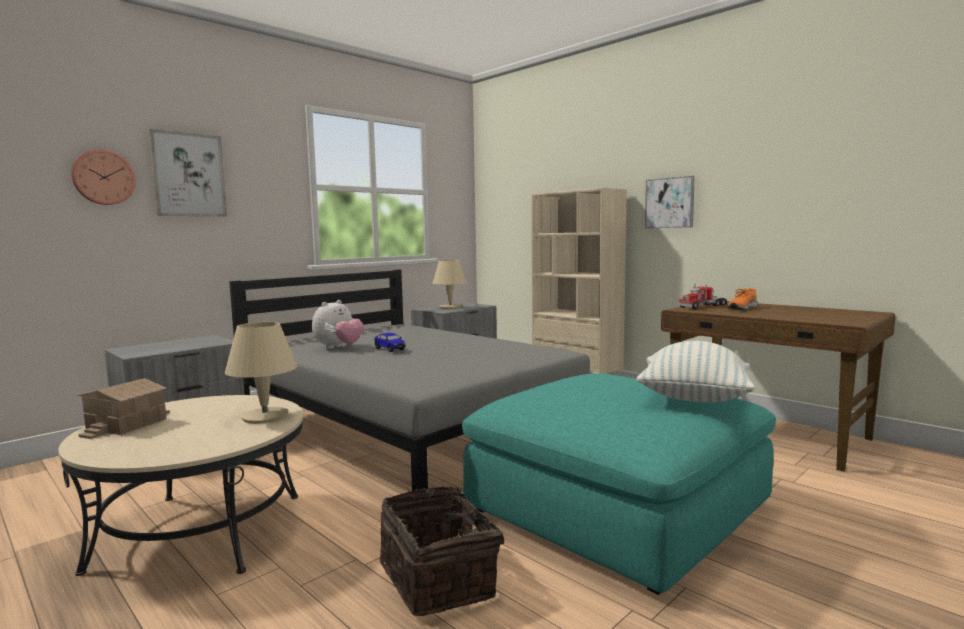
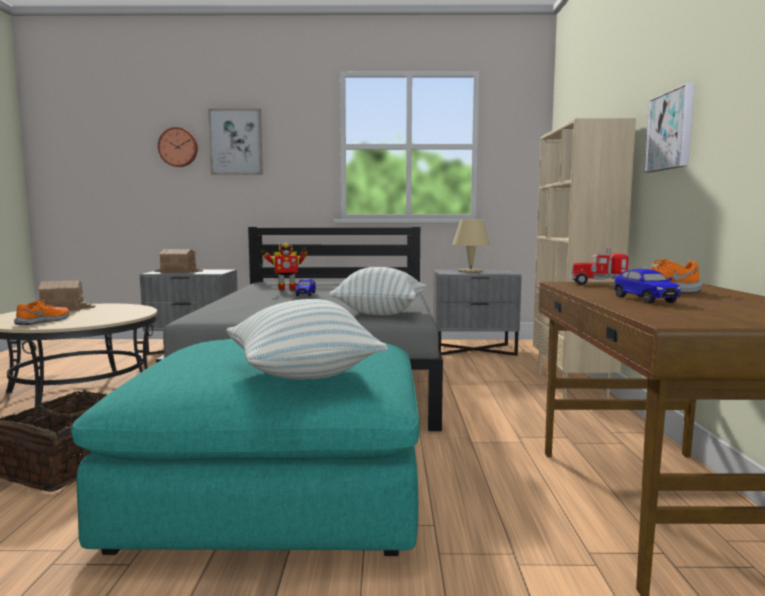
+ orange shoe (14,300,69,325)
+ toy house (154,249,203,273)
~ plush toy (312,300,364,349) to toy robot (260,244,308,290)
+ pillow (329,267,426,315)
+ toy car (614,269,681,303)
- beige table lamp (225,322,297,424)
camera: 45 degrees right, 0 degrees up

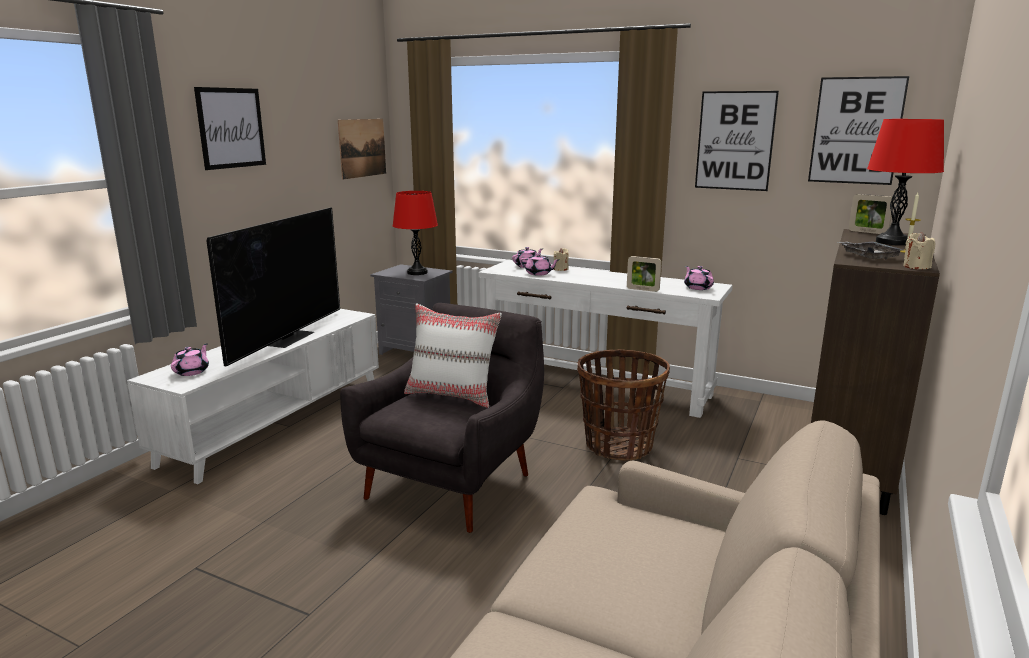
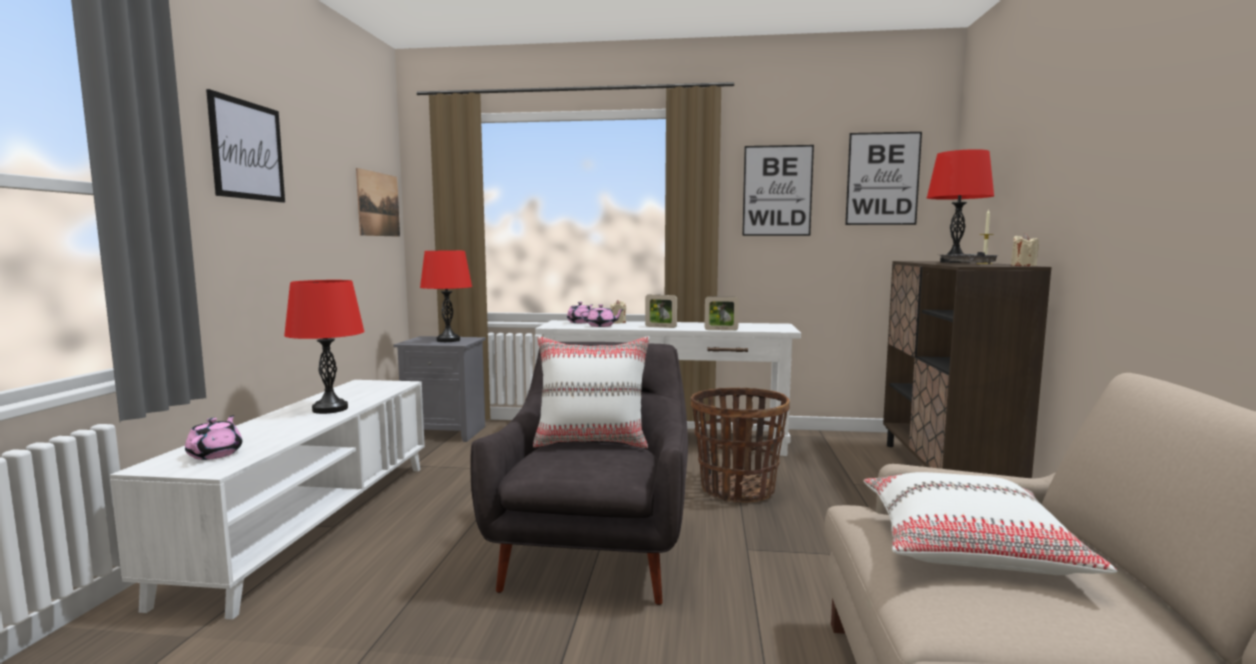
~ television (207,207,340,366) to red table lamp (284,280,365,414)
~ picture frame (849,194,894,234) to (645,295,677,328)
+ white pillow (863,472,1117,575)
- pink teapot (684,266,714,290)
camera: 20 degrees left, 10 degrees down

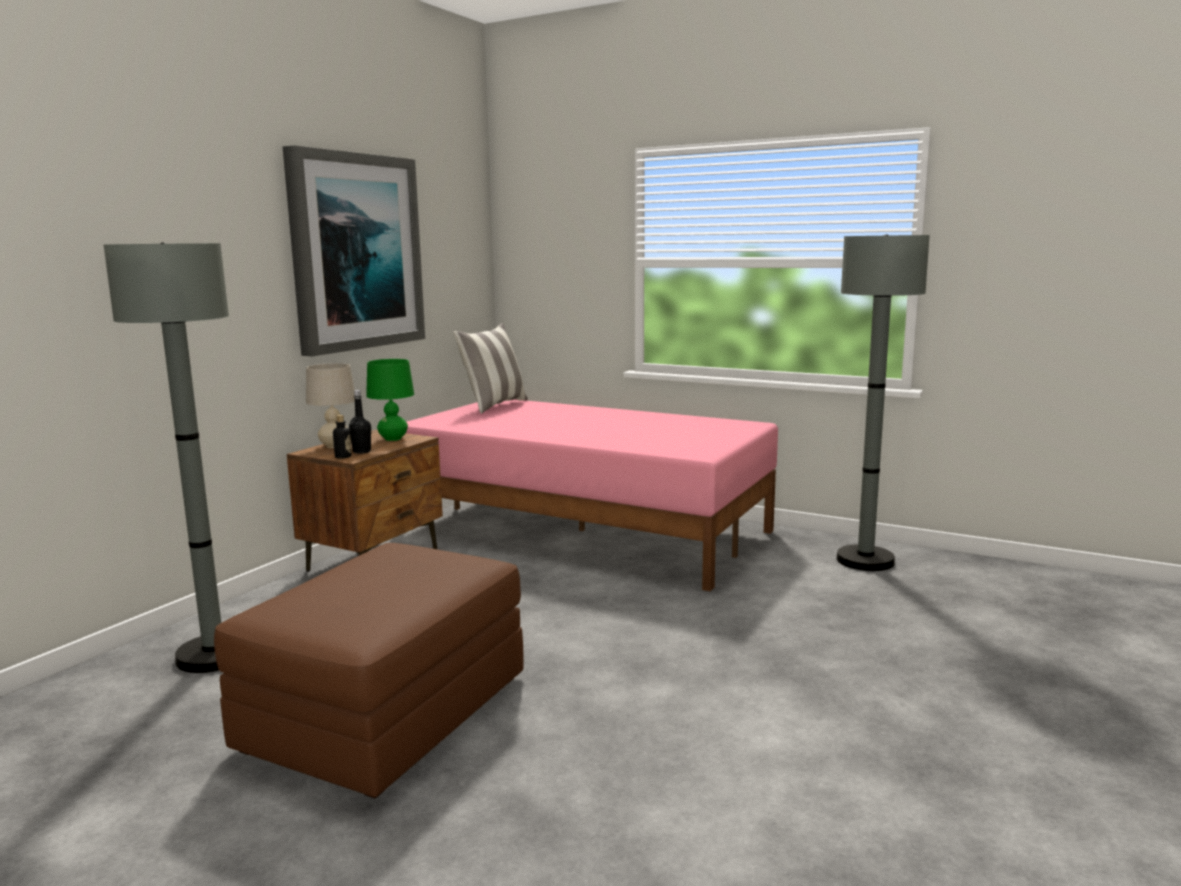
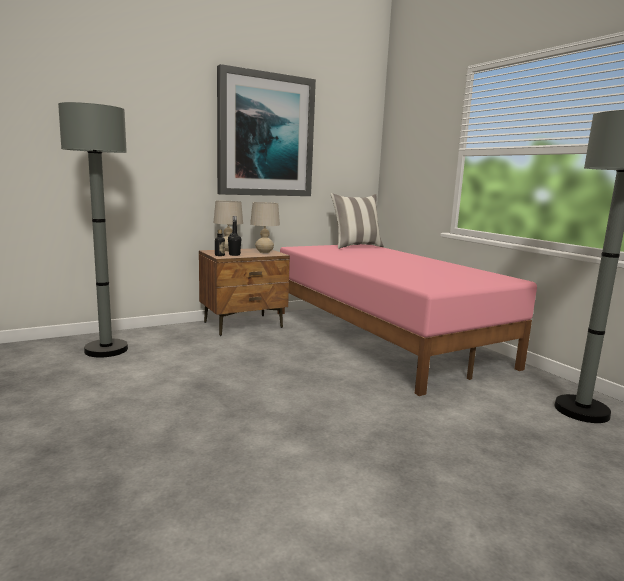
~ green table lamp (366,359,414,441) to beige table lamp (250,202,280,253)
- brown ottoman (214,543,524,798)
camera: 30 degrees right, 0 degrees up

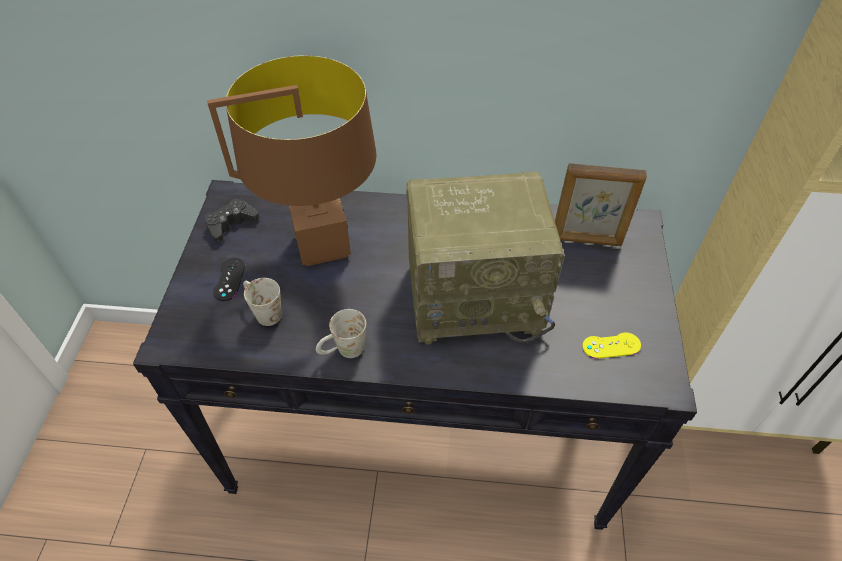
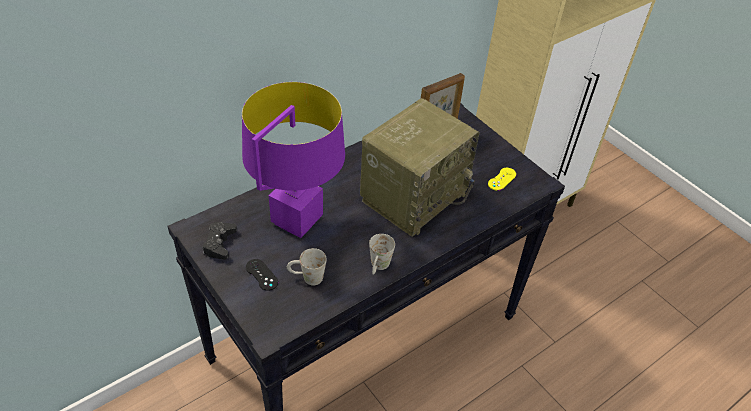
~ brown table lamp (207,55,376,266) to purple table lamp (242,82,345,238)
camera: 45 degrees left, 5 degrees down

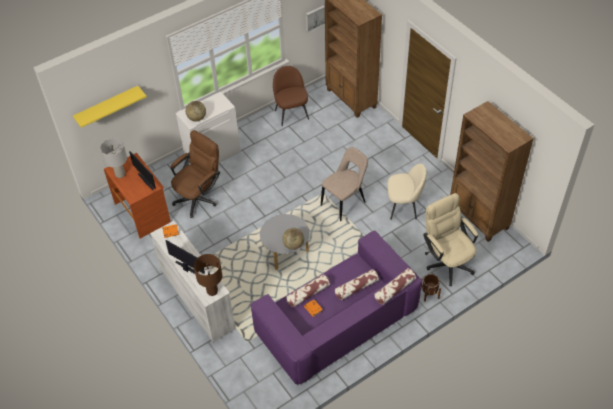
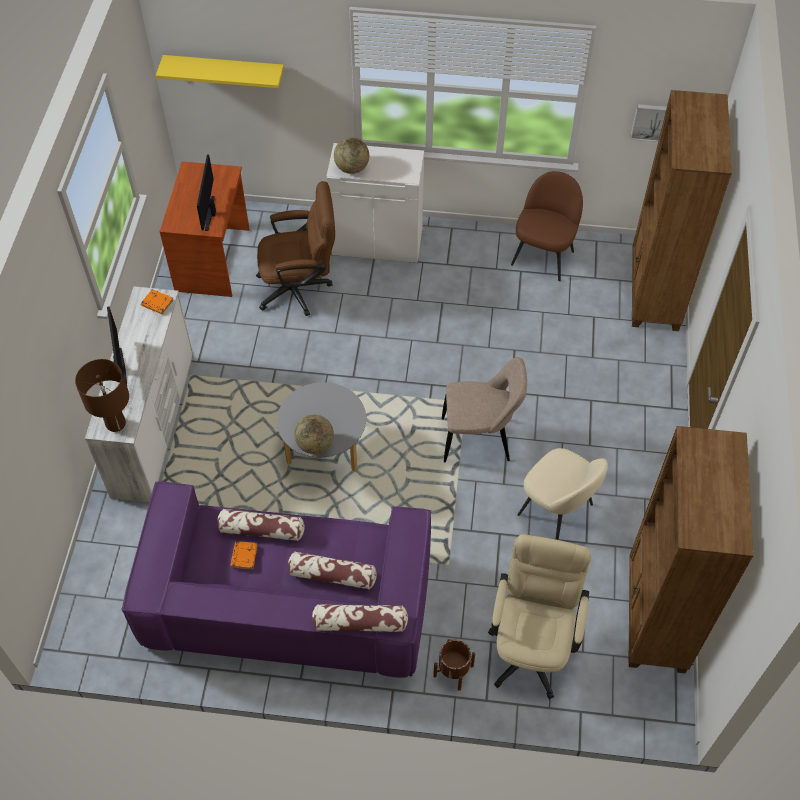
- grey table lamp (100,138,127,178)
camera: 40 degrees right, 5 degrees up

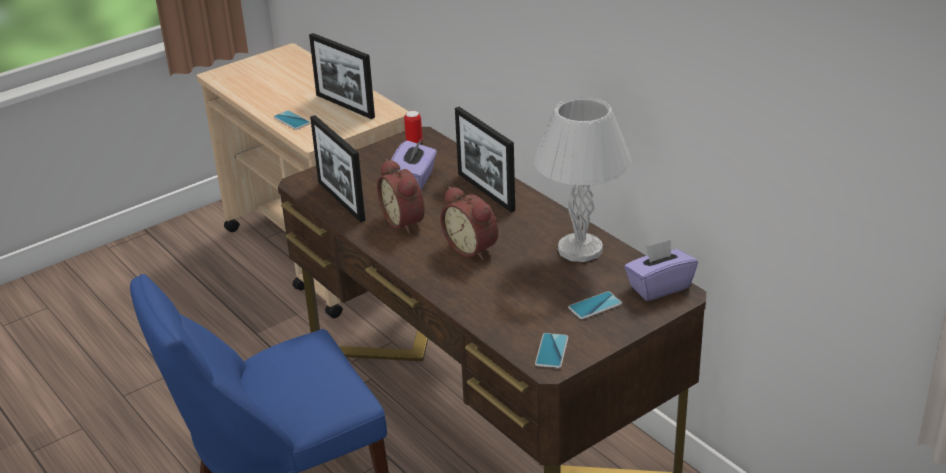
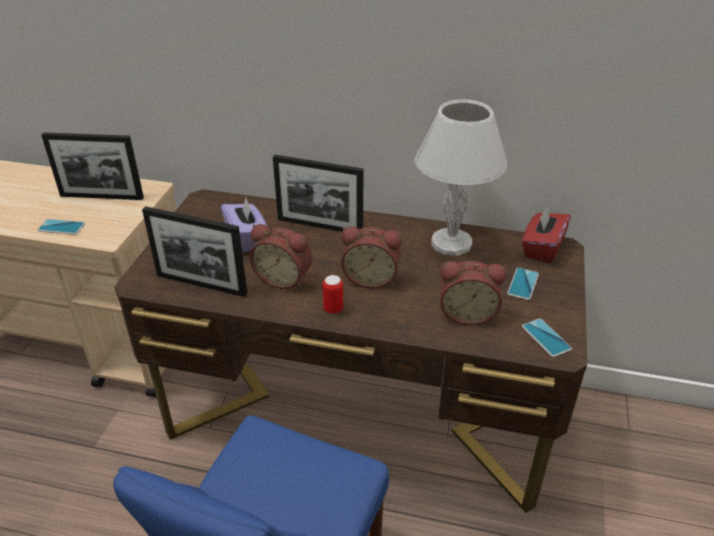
~ can (404,111,423,144) to (322,275,343,314)
+ alarm clock (440,261,506,325)
~ purple tissue box (624,240,698,301) to red tissue box (522,206,571,264)
camera: 40 degrees left, 5 degrees up

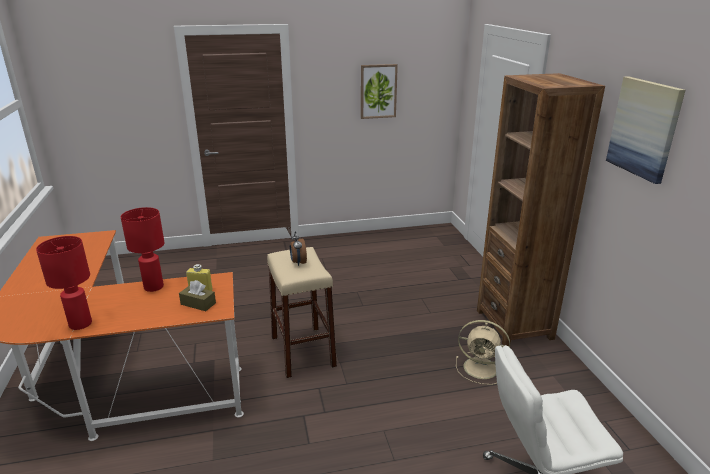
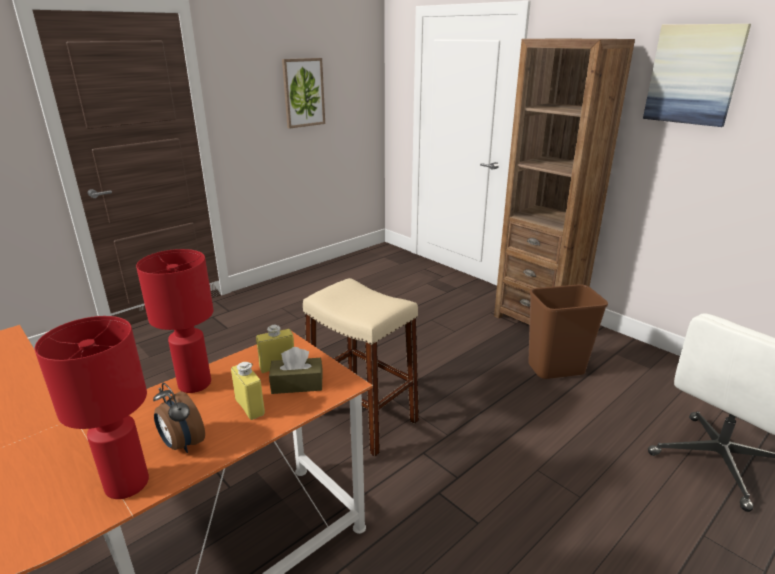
~ alarm clock (290,232,307,266) to (153,383,205,453)
+ yellow bottle (231,362,265,420)
~ beige fan (456,320,510,385) to brown trash can (528,284,608,379)
camera: 30 degrees left, 0 degrees up

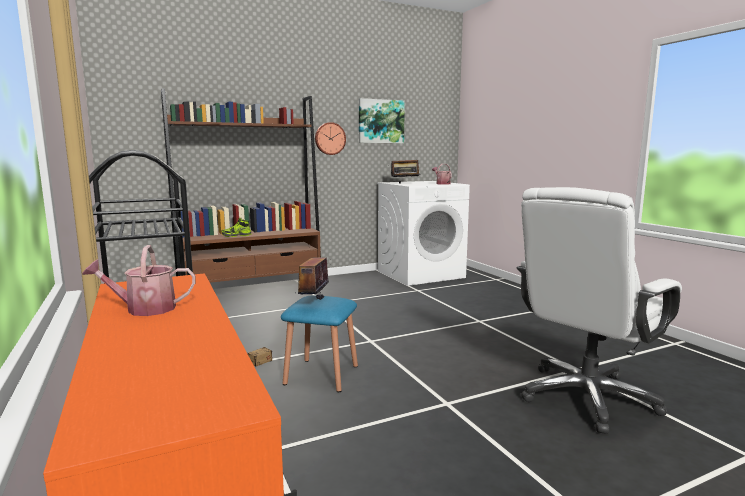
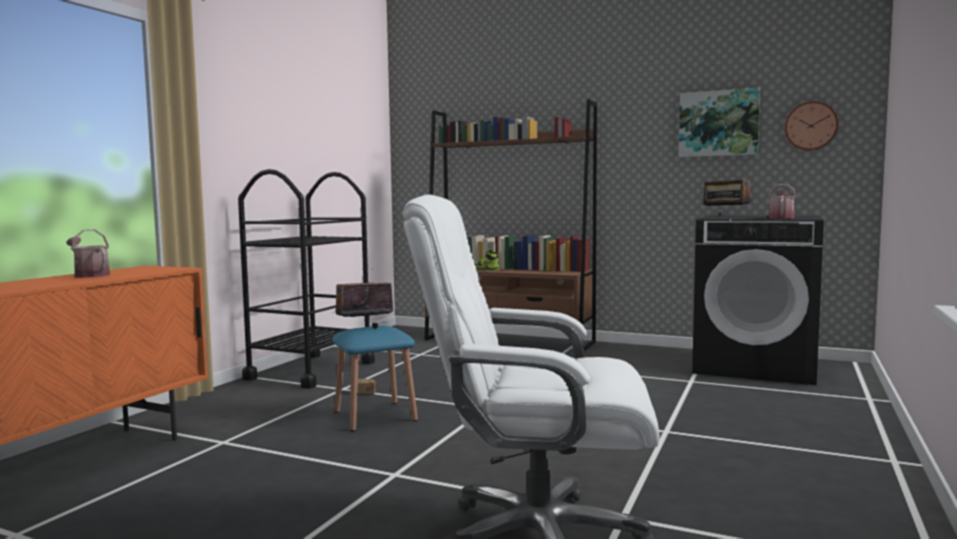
~ white washing machine (377,181,470,286) to black washing machine (692,215,824,385)
~ wall clock (315,122,346,155) to (784,101,839,151)
camera: 50 degrees right, 5 degrees down

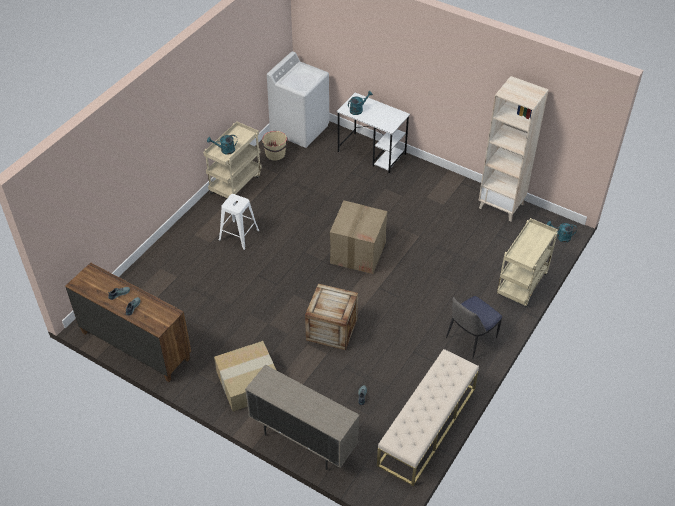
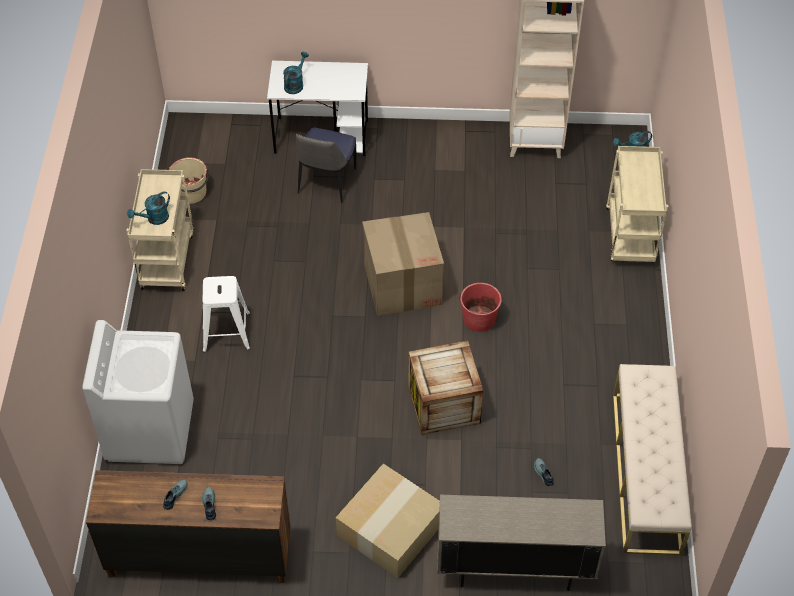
~ white washing machine (267,51,329,148) to (82,320,194,464)
~ chair (446,296,502,359) to (296,128,356,203)
+ red bucket (459,283,503,332)
camera: 30 degrees left, 5 degrees up

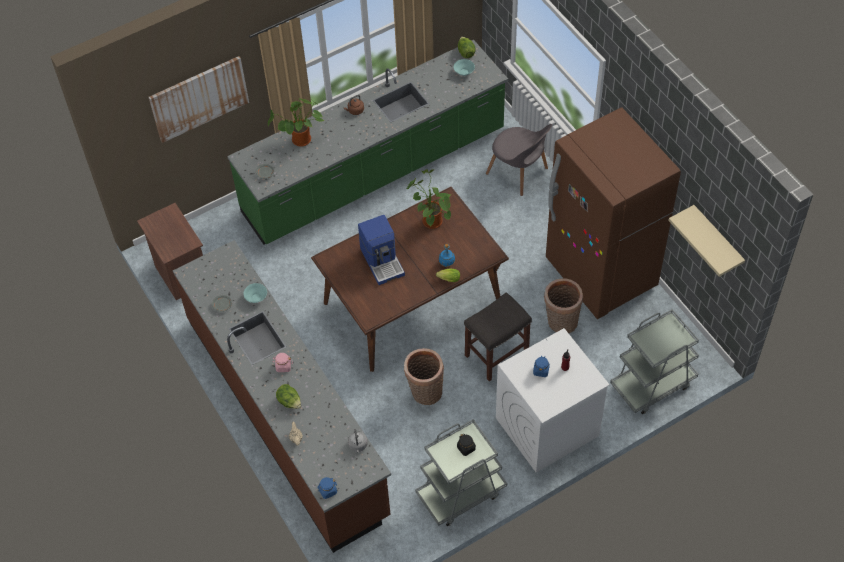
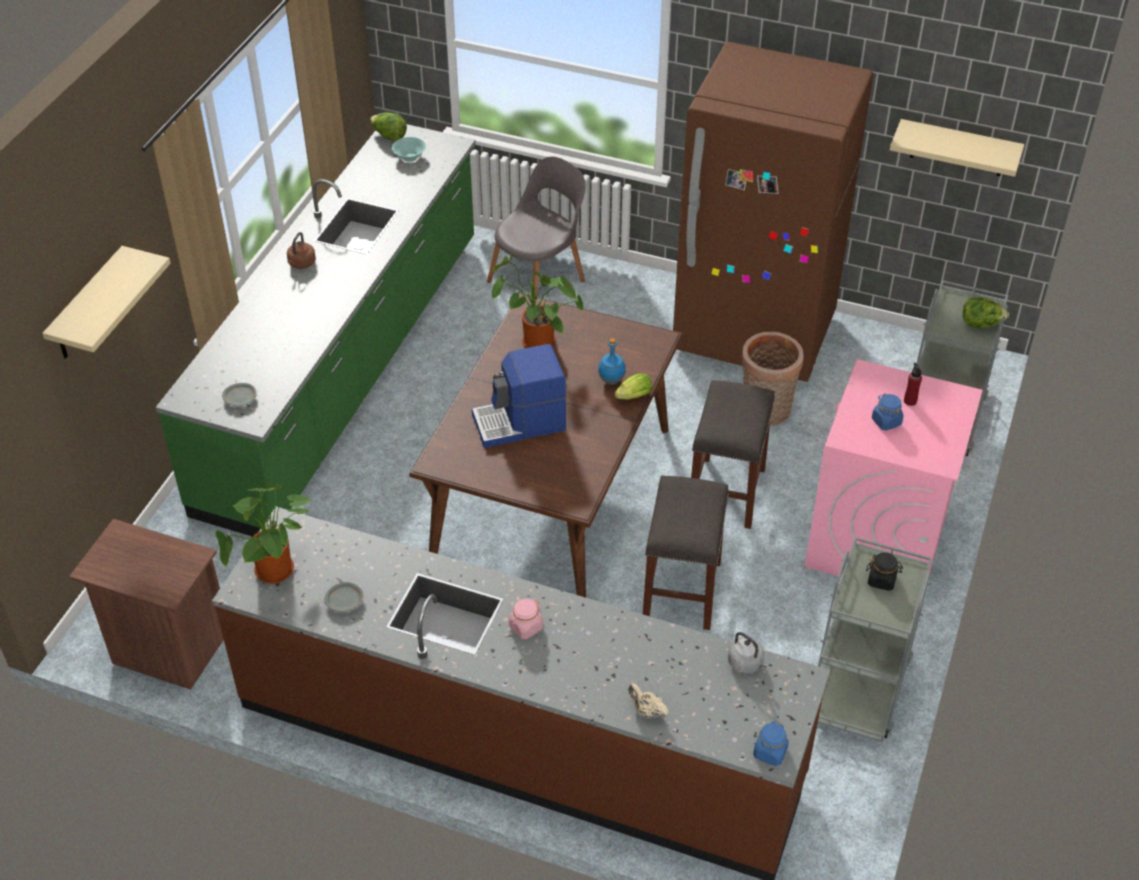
~ picture (149,56,249,143) to beige shelf (42,246,171,359)
~ potted plant (268,98,324,147) to (215,484,312,584)
~ coffee machine (358,215,405,285) = (472,344,566,448) 135 degrees clockwise
~ grey chair (486,124,552,196) = (487,157,586,297) 45 degrees counterclockwise
~ basket (404,348,444,405) to grey stool (643,476,729,630)
~ white washing machine (496,328,610,473) to pink washing machine (805,359,983,577)
~ lettuce (276,384,301,409) to (962,297,1009,328)
- turquoise bowl (244,283,267,303)
camera: 40 degrees left, 10 degrees down

